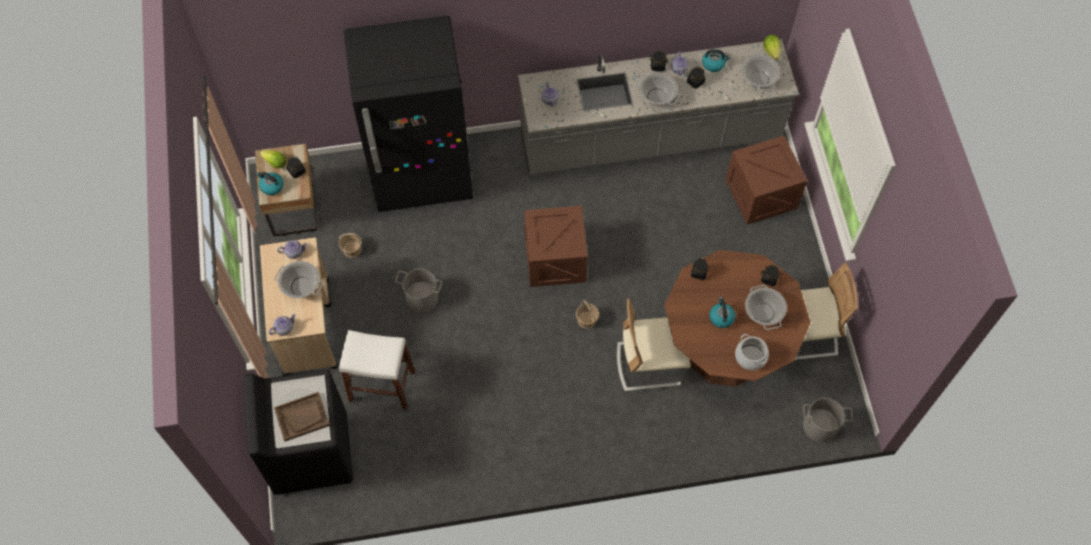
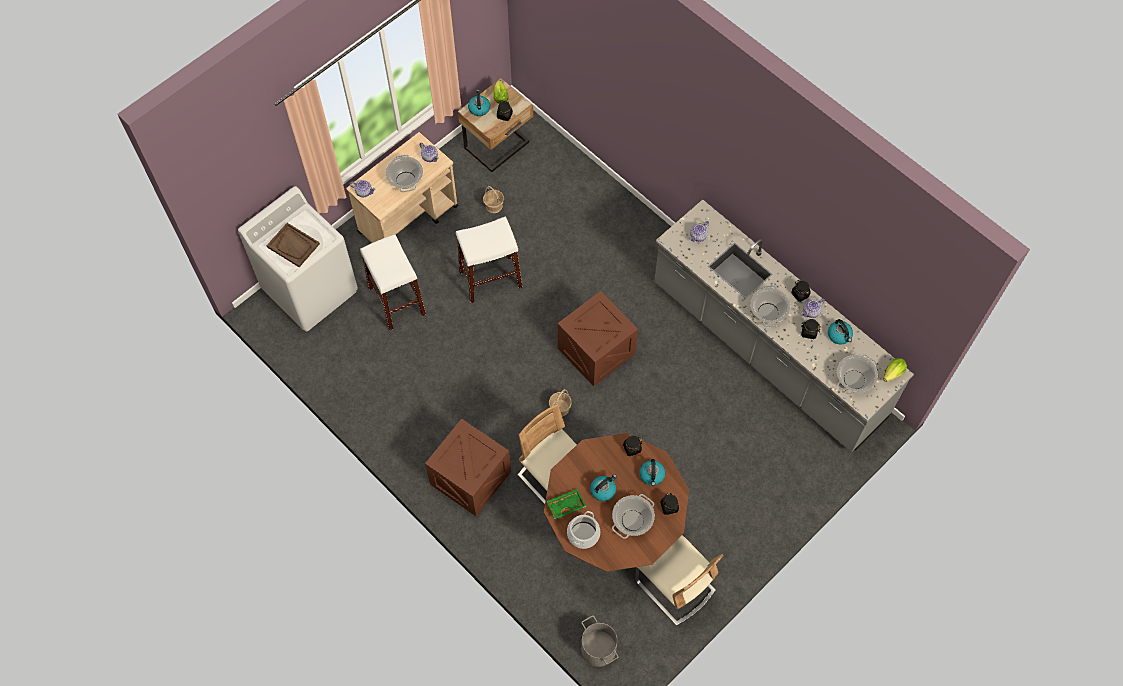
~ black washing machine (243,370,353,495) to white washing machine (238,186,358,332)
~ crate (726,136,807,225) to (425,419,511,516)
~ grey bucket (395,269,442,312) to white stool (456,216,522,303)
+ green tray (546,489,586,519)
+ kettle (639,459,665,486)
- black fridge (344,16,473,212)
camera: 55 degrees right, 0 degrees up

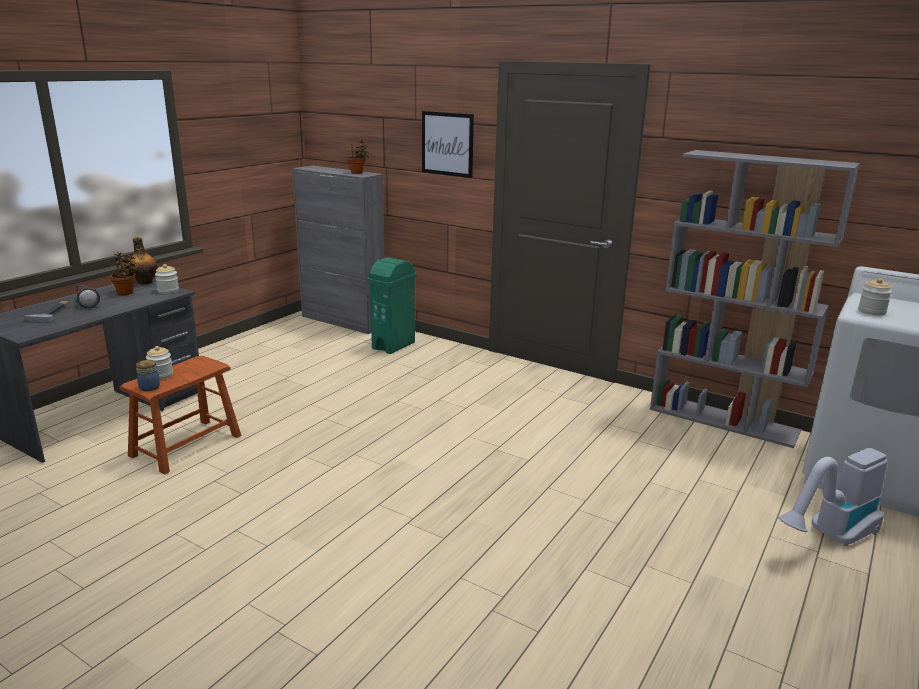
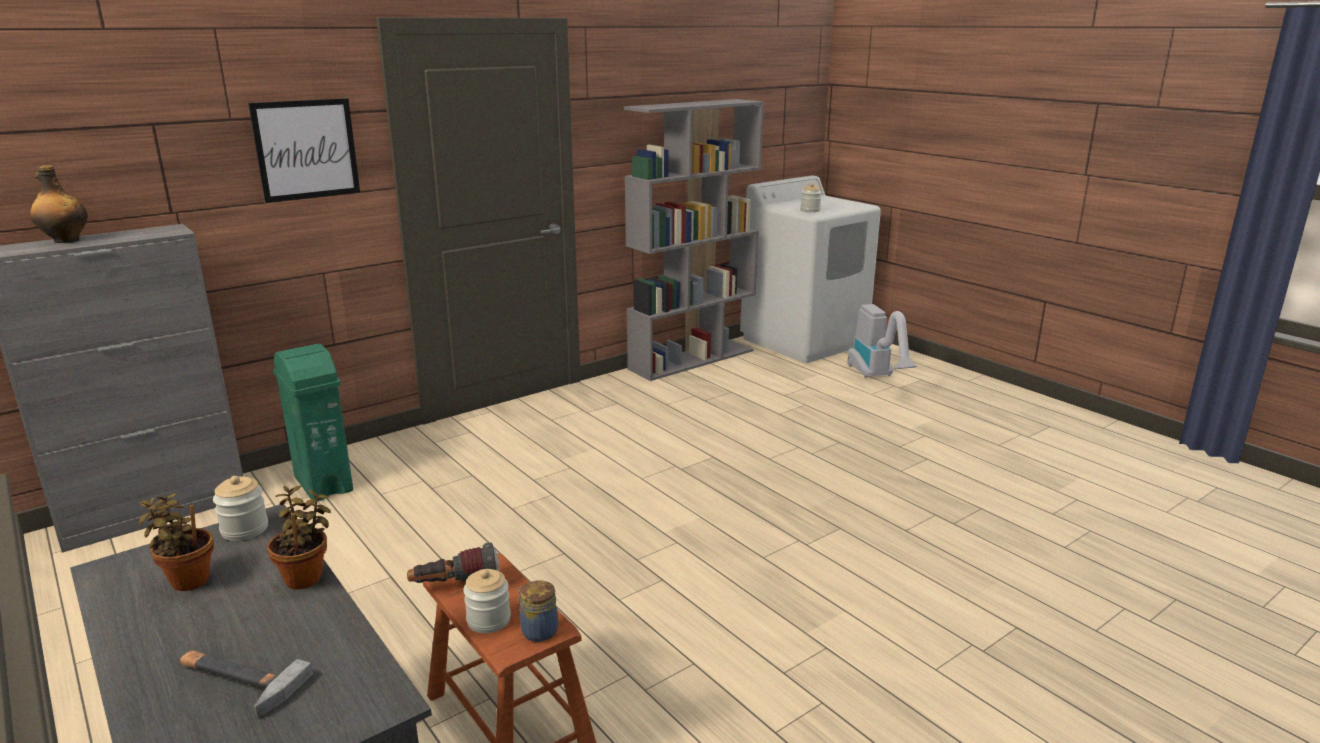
~ bottle (127,237,158,285) to (30,165,88,243)
~ potted plant (347,140,370,174) to (267,486,331,590)
~ flashlight (76,284,100,308) to (407,543,499,583)
camera: 70 degrees left, 0 degrees up

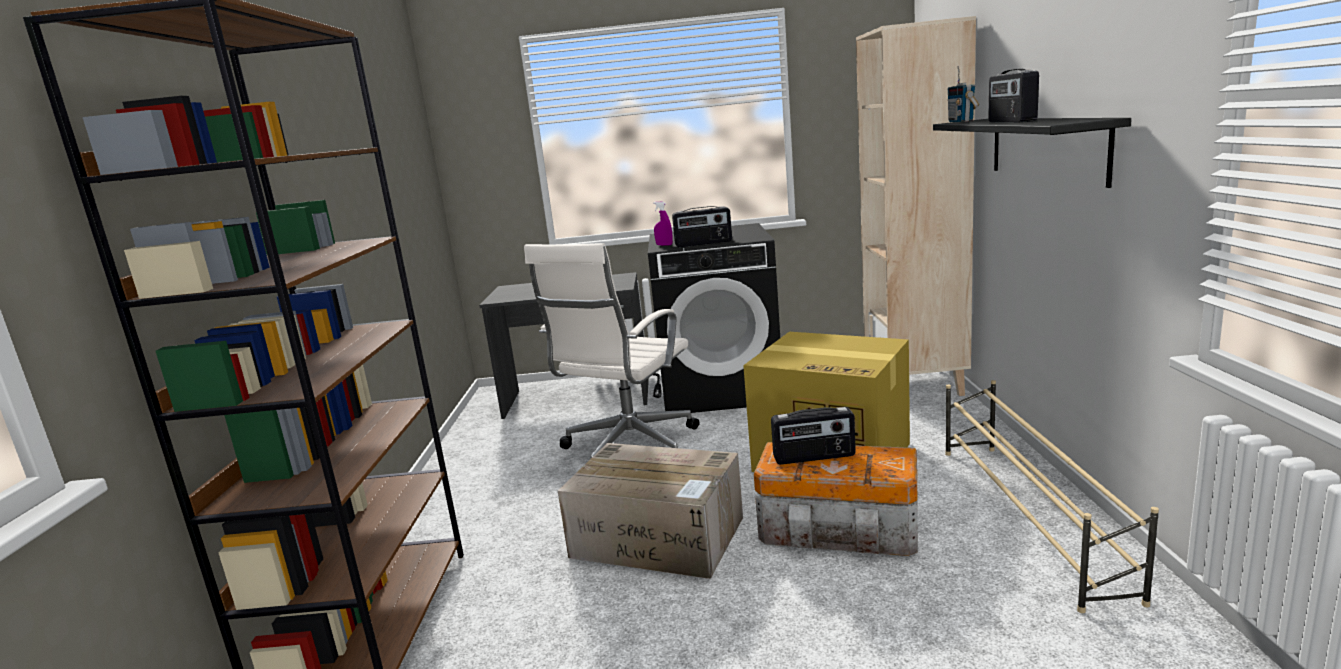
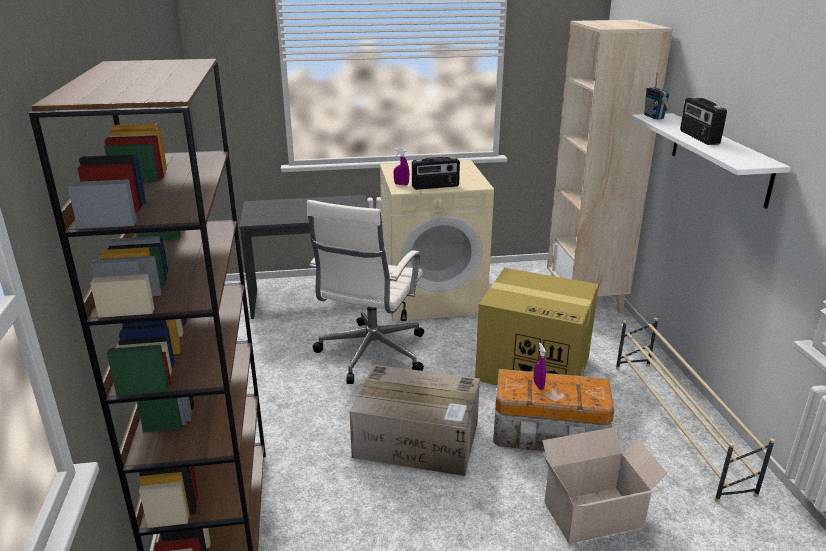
~ black washing machine (648,223,780,413) to beige washing machine (380,160,494,321)
~ radio (771,407,856,465) to purple spray bottle (534,343,546,390)
+ cardboard box (542,427,667,544)
~ black shelf (933,118,1131,188) to white shelf (631,113,791,209)
camera: 10 degrees left, 10 degrees up

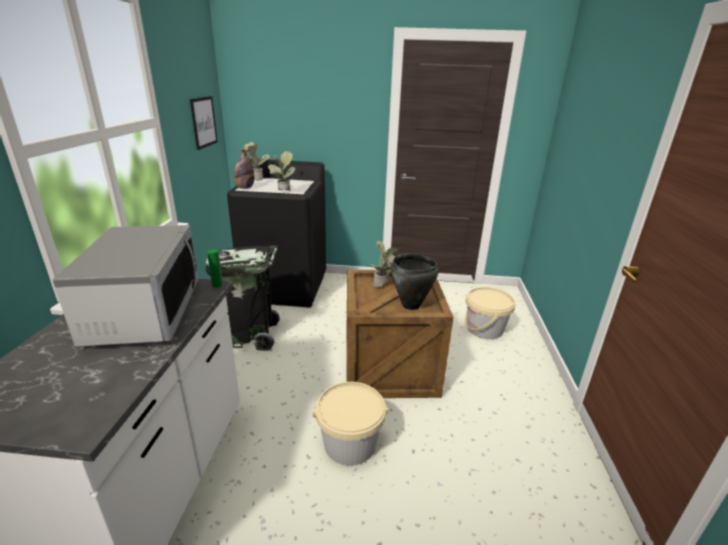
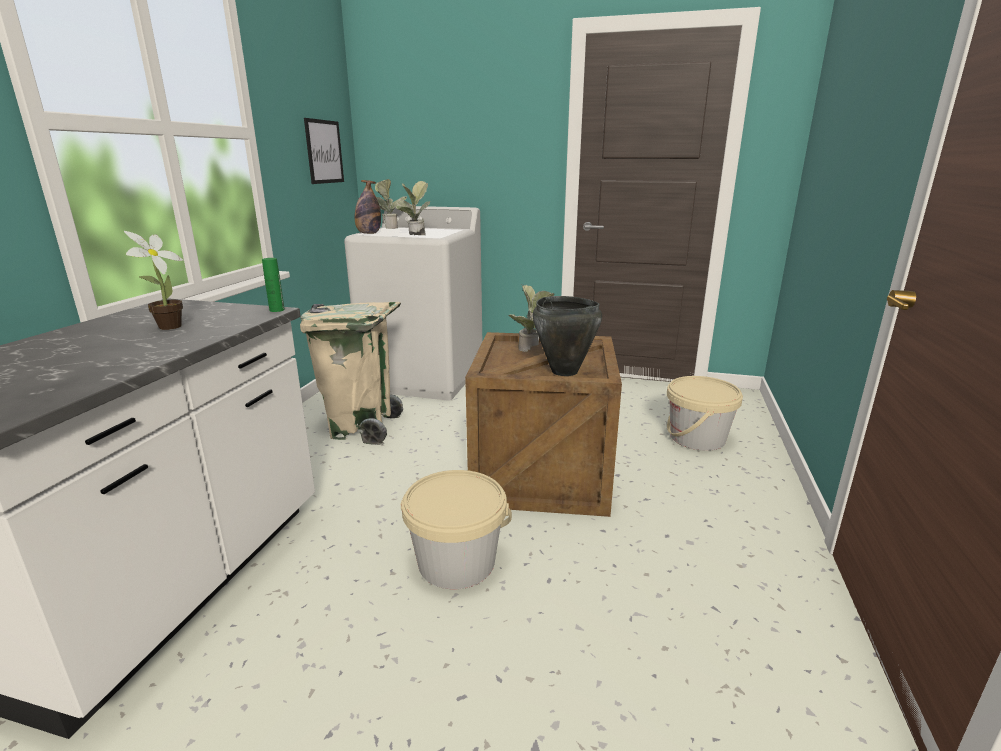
~ microwave (52,225,198,347) to potted plant (124,231,183,330)
~ black trash can (206,245,280,351) to beige trash can (300,302,403,445)
~ black washing machine (227,160,326,307) to white washing machine (344,206,482,401)
camera: 10 degrees right, 5 degrees down

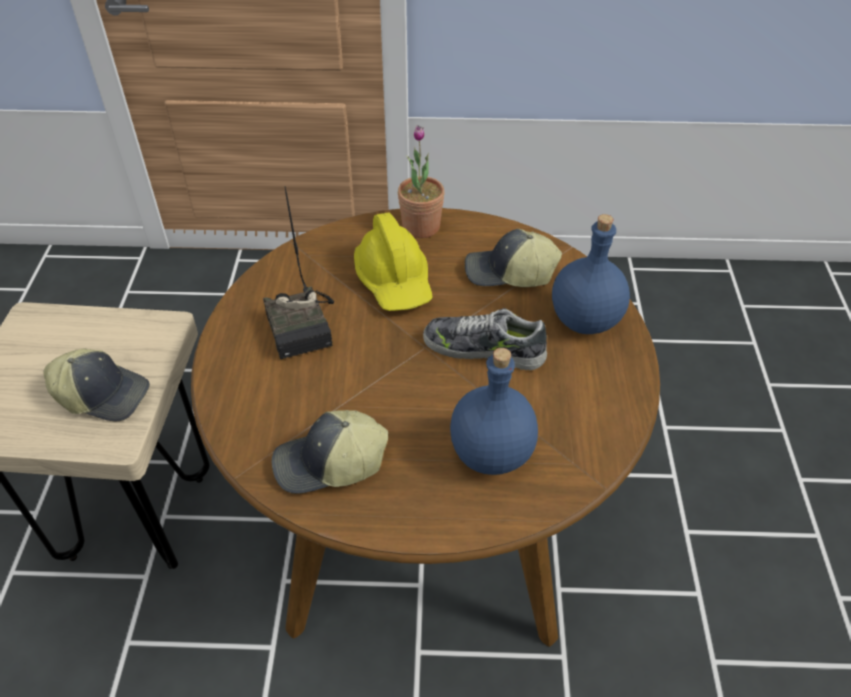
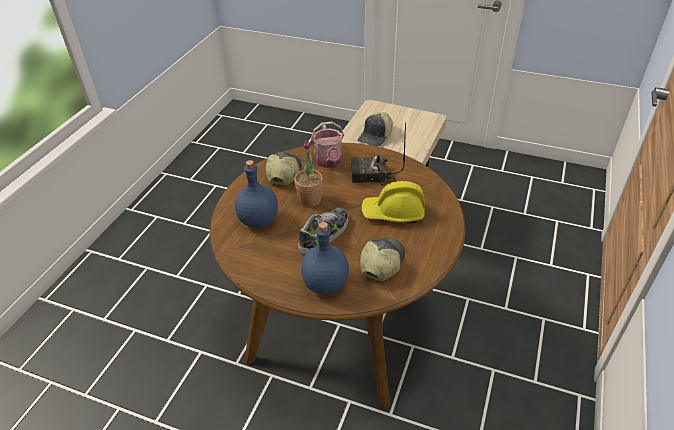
~ potted plant (398,125,445,238) to (294,141,323,207)
+ watering can (311,121,344,168)
camera: 110 degrees right, 5 degrees down

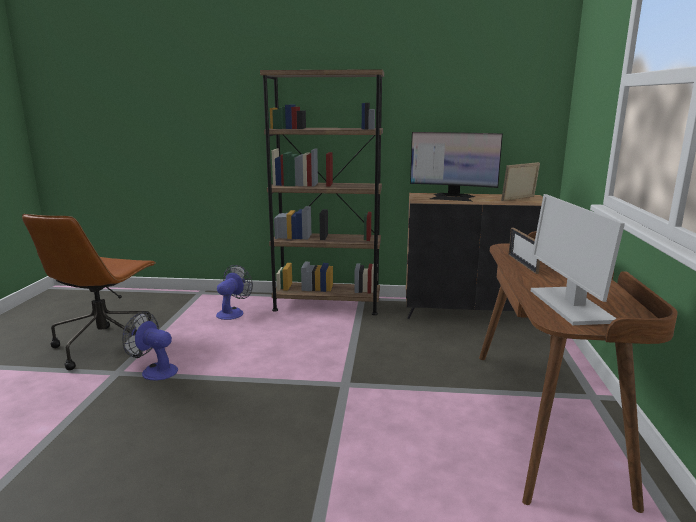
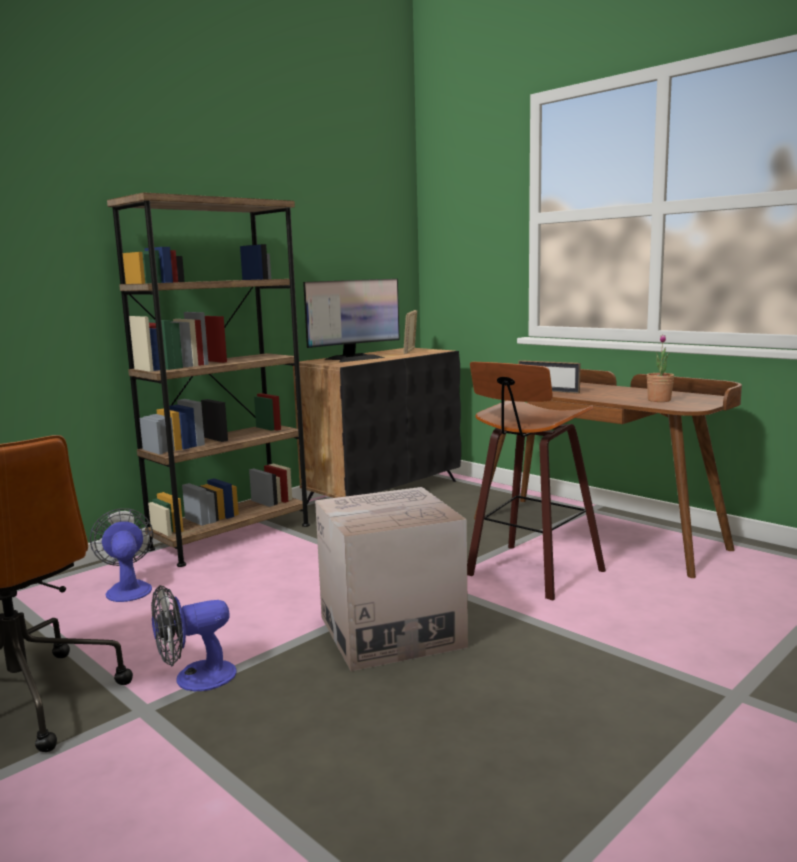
+ cardboard box (315,487,468,671)
+ stool (467,362,606,600)
~ monitor (531,194,625,325) to potted plant (647,334,674,402)
camera: 50 degrees left, 5 degrees down

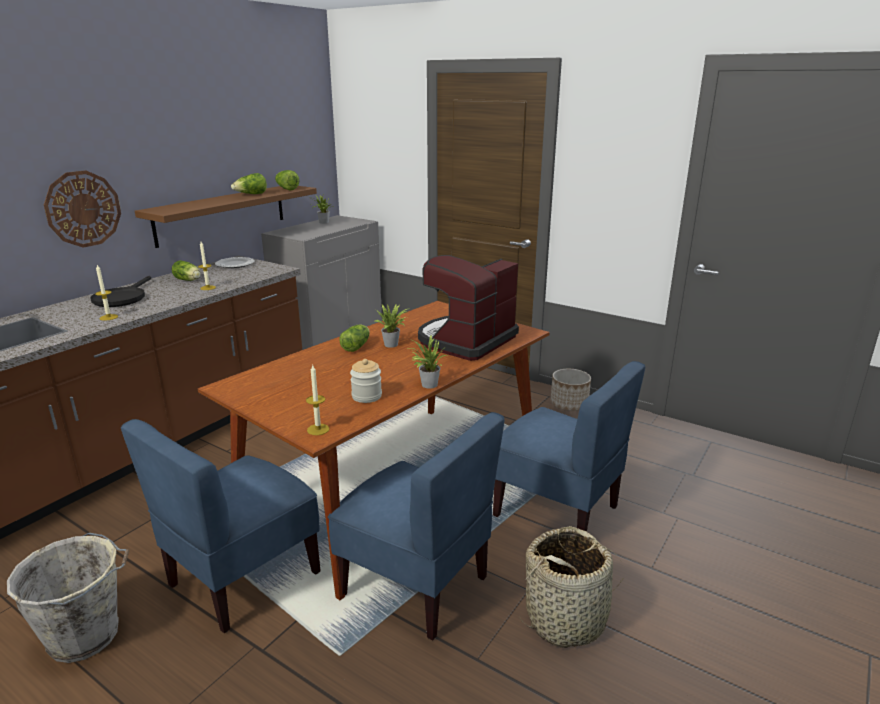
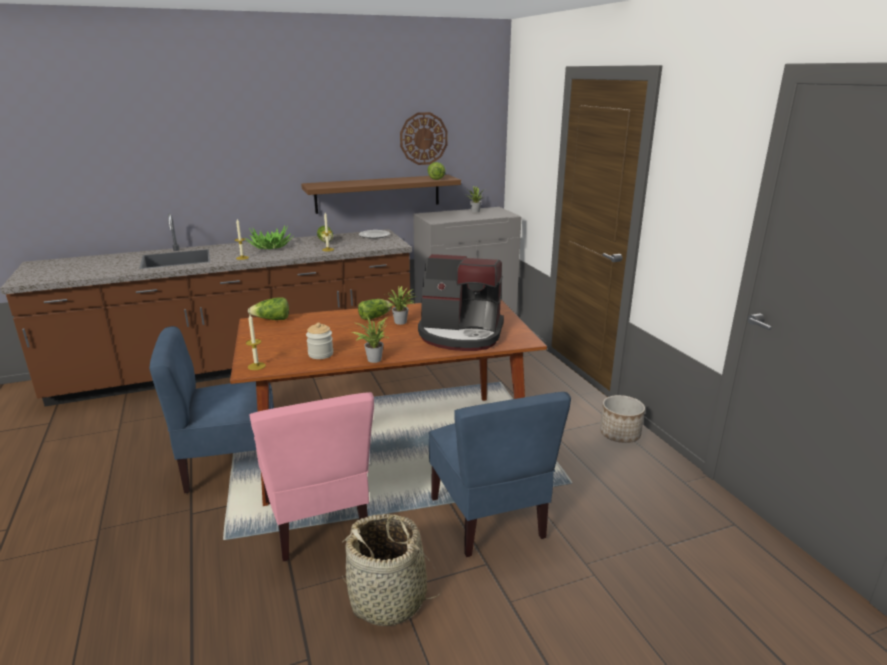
~ black frying pan (90,276,151,307) to potted plant (245,225,294,249)
~ lettuce (231,173,267,194) to (248,297,289,320)
~ blue chair (328,412,505,640) to pink chair (249,392,374,561)
~ wall clock (44,170,121,248) to (400,112,448,165)
~ coffee machine (418,255,519,361) = (418,254,504,351) 150 degrees counterclockwise
- grey bucket (7,533,129,663)
camera: 35 degrees right, 0 degrees up

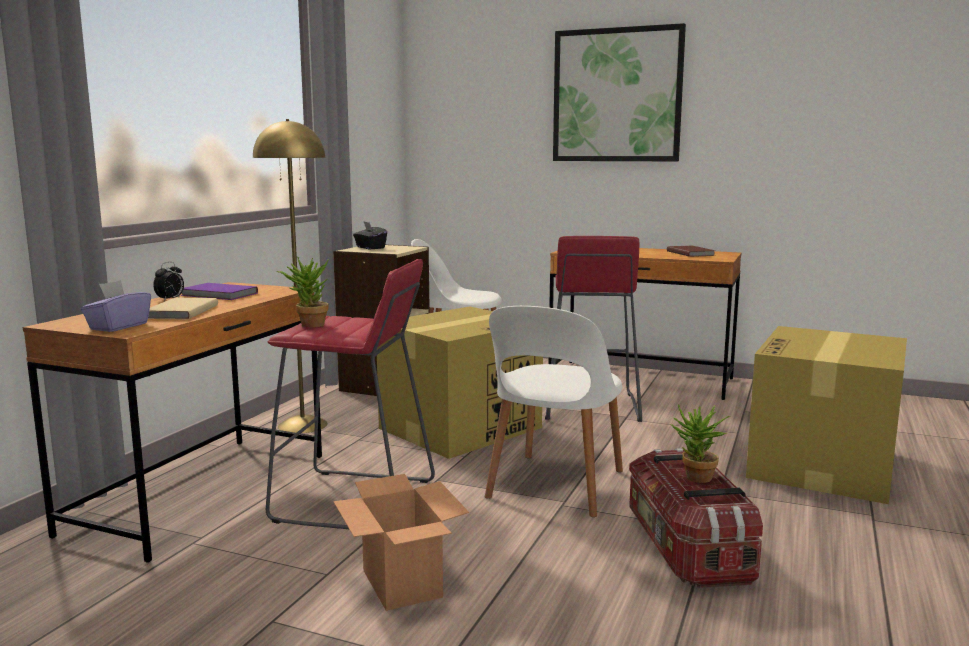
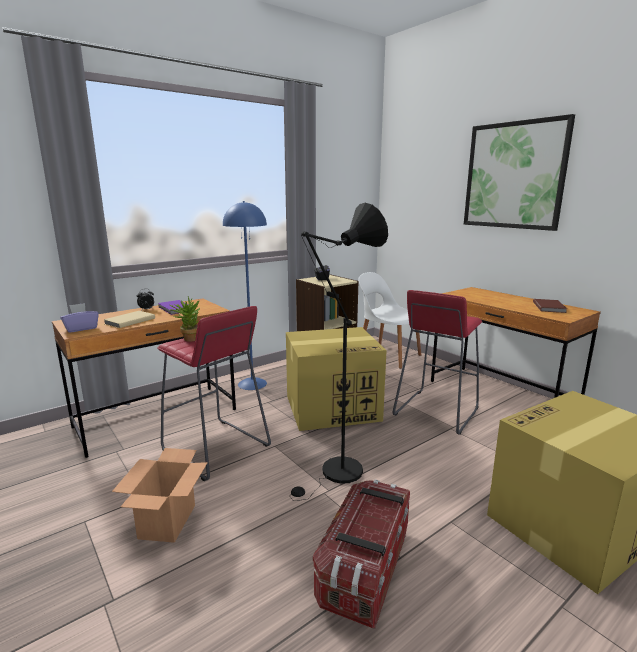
~ yellow floor lamp (253,119,328,433) to blue floor lamp (223,201,267,390)
~ white chair (485,306,623,517) to black floor lamp (290,203,388,501)
- potted plant (671,405,730,483)
camera: 30 degrees right, 5 degrees up

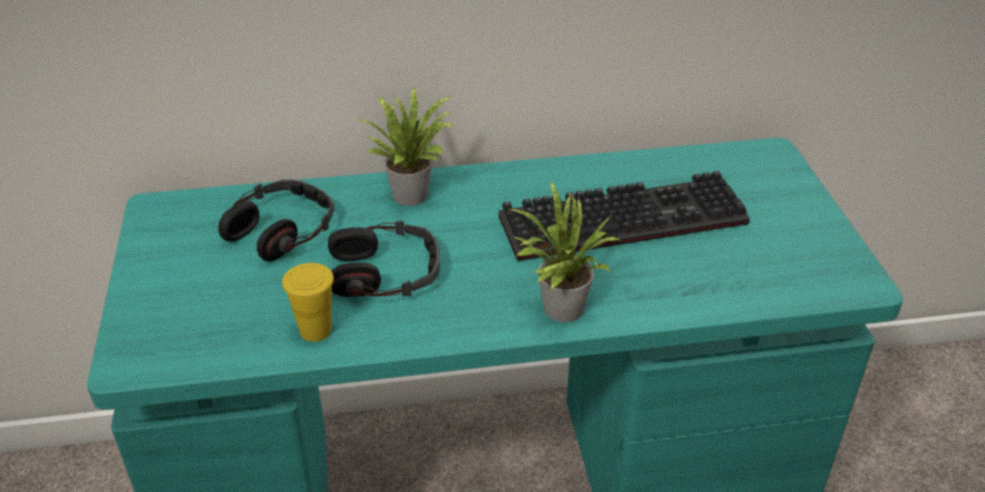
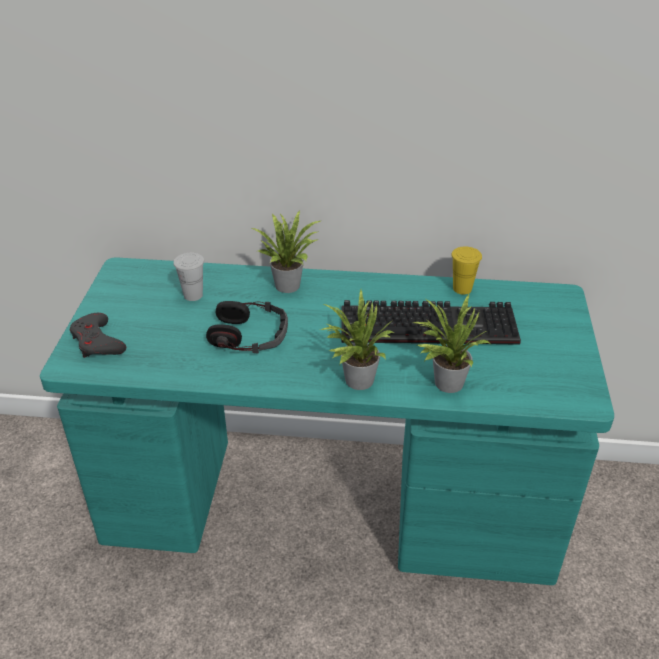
+ grey game controller (70,313,126,358)
~ headphones (218,180,335,262) to white cup (173,253,204,301)
+ potted plant (413,294,490,393)
~ yellow cup (282,263,334,342) to (452,246,482,294)
camera: 15 degrees right, 0 degrees up

